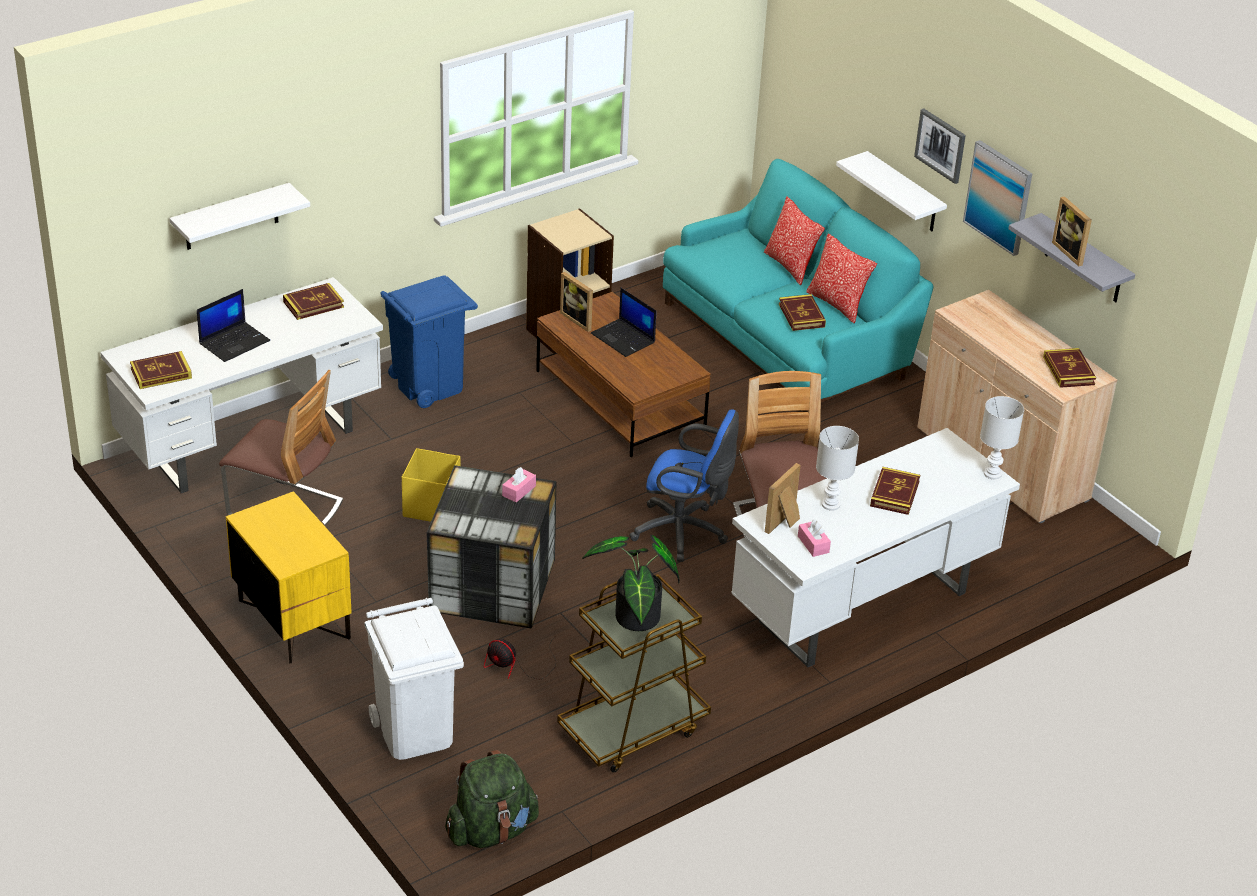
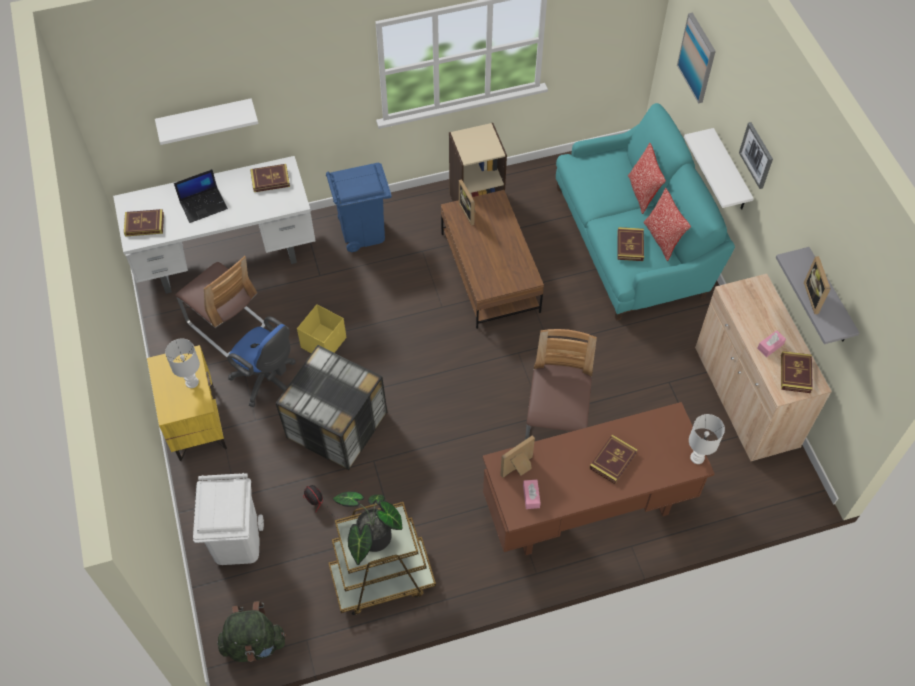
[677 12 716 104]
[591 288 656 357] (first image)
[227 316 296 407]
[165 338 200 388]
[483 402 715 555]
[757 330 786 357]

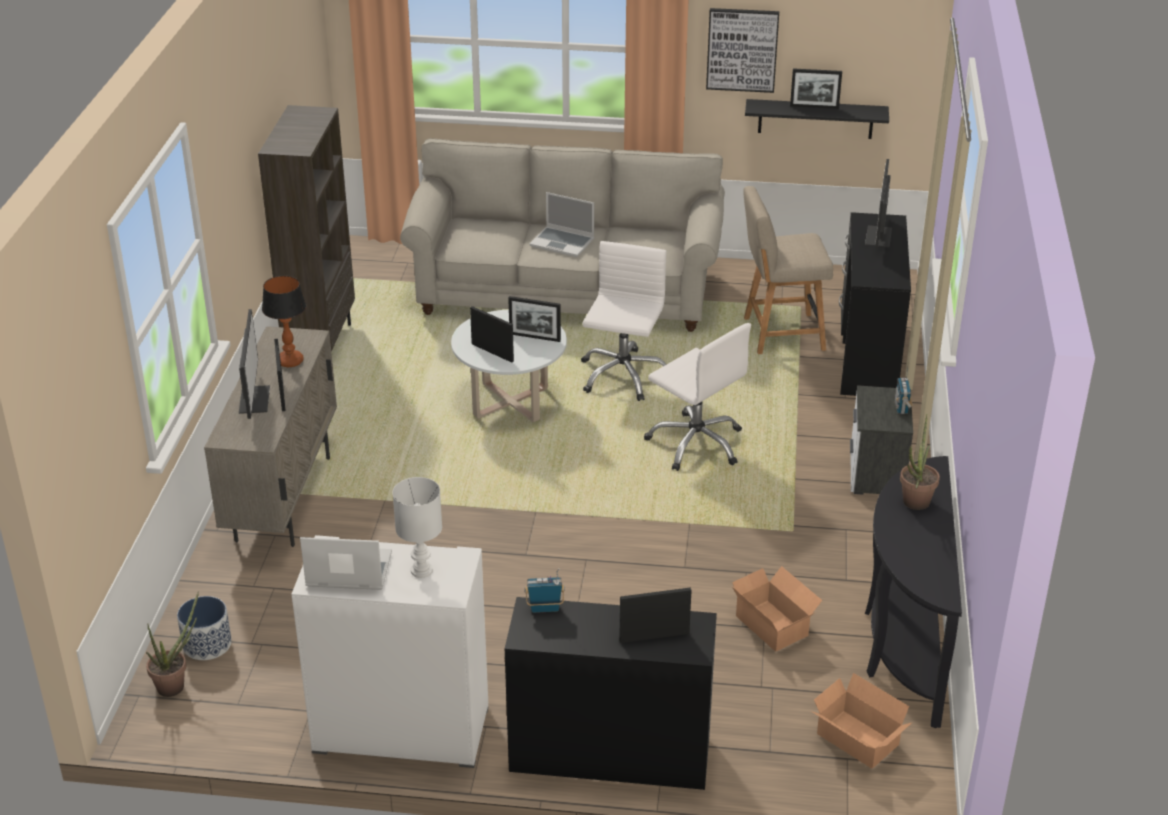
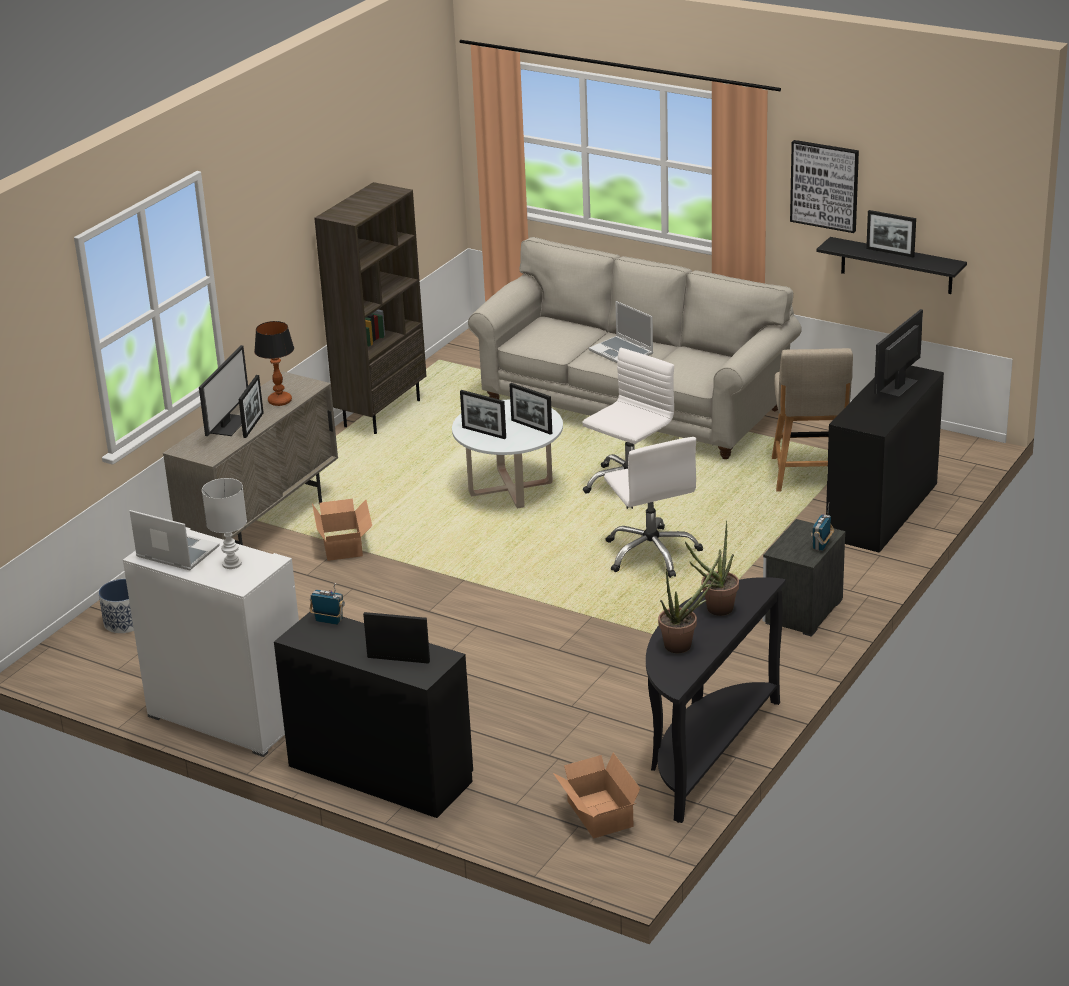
[772 348 853 491]
[460 390 506 439]
[312 499 372 561]
[658 552 722 653]

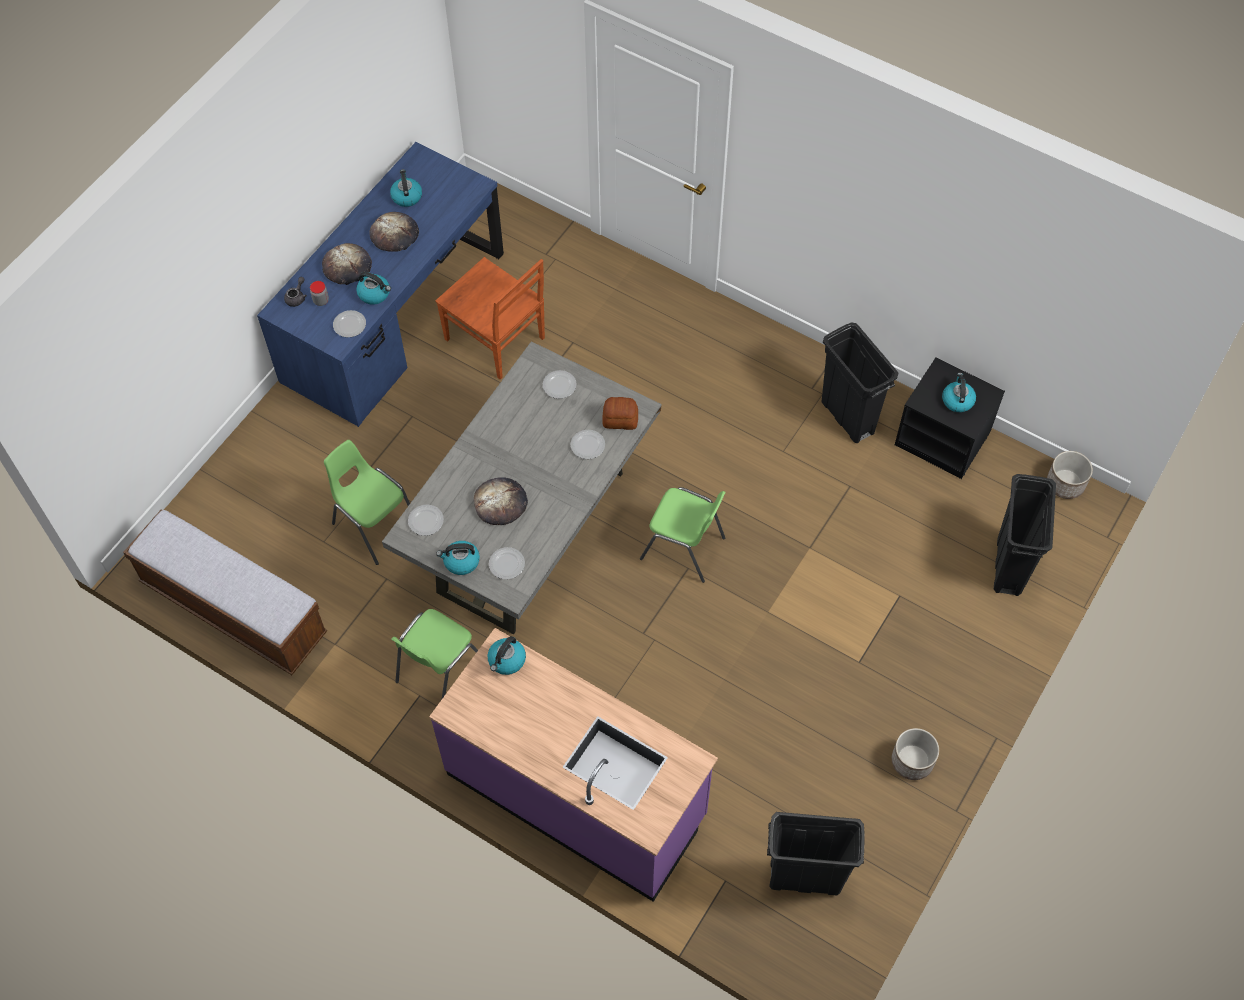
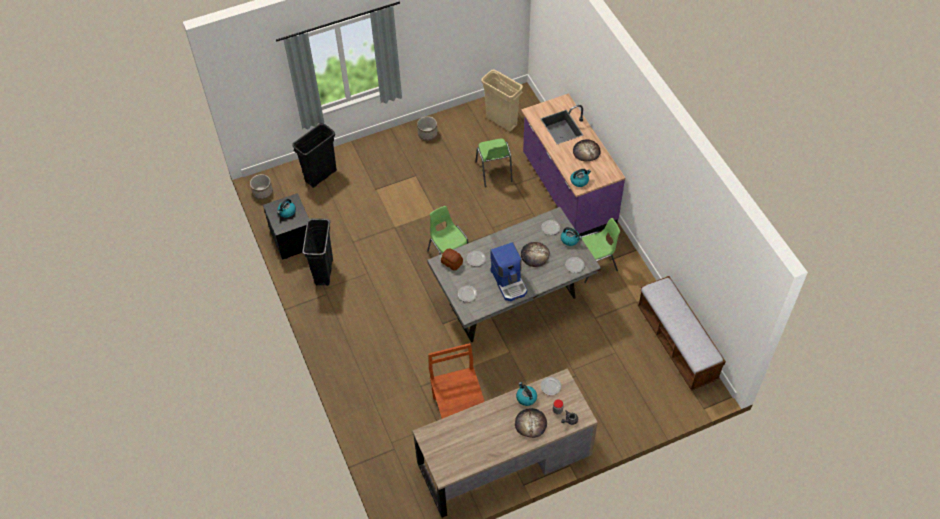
[413 369 598 518]
[390 169 422 207] (first image)
[573 139 601 162]
[476 138 513 187]
[481 69 523 132]
[490 242 527 301]

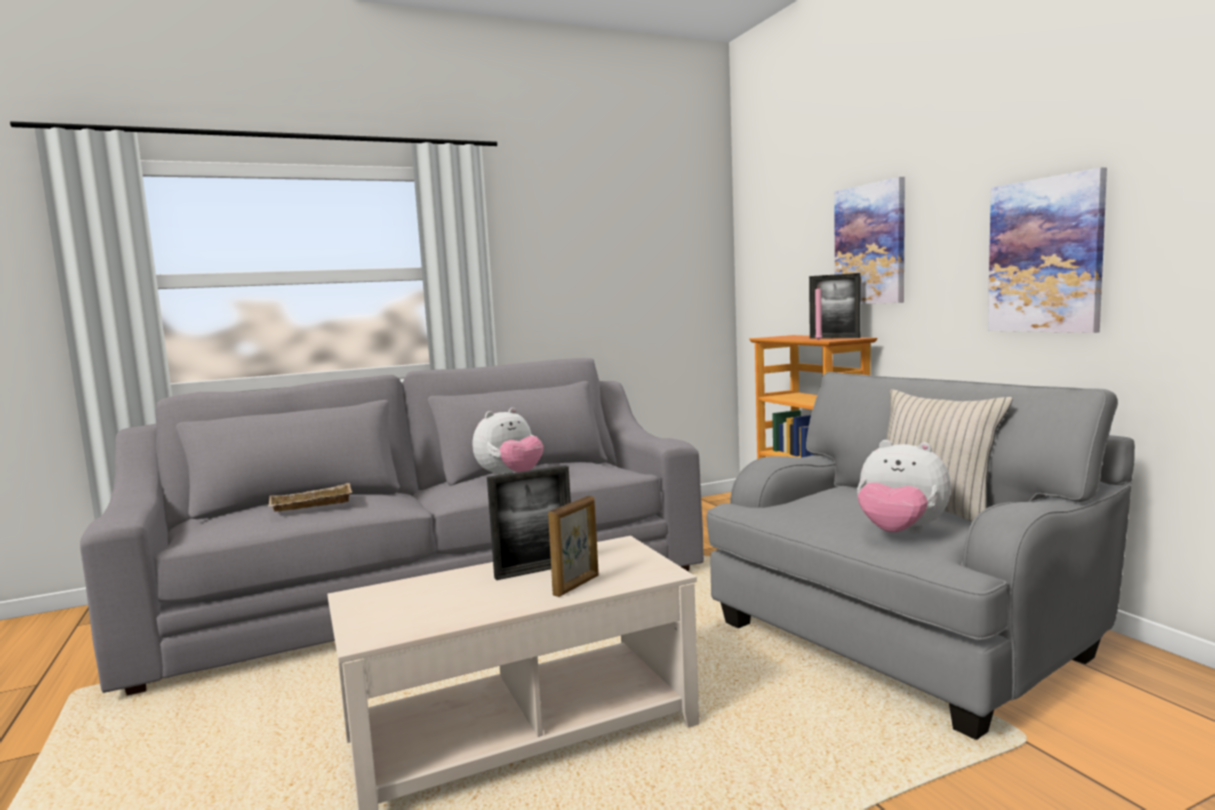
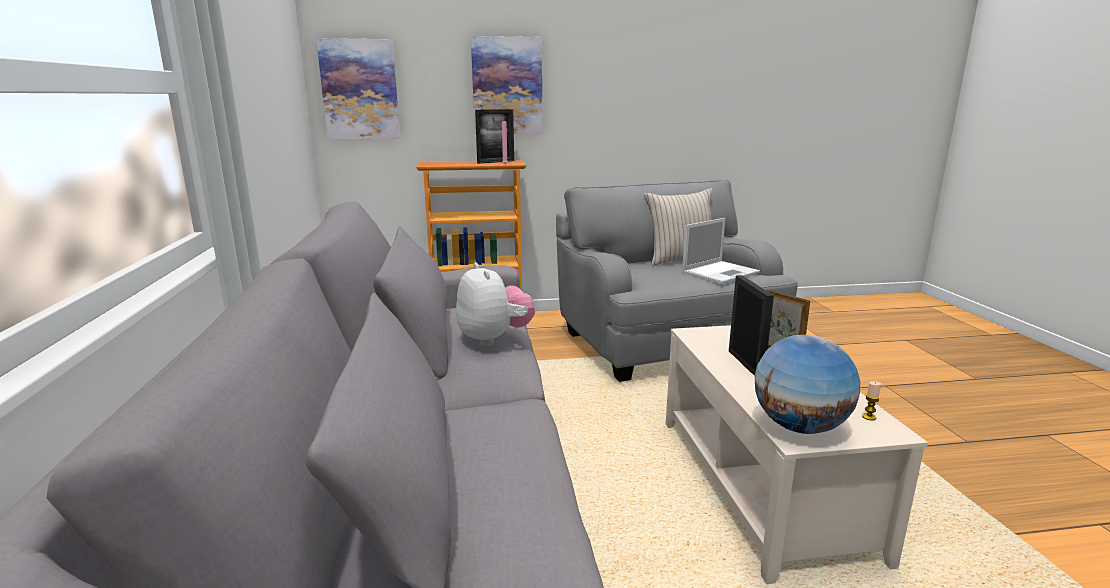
[316 38 400 139]
[682 218 760 284]
[268 483 352 512] (first image)
[755 335 860 434]
[862 381 881 421]

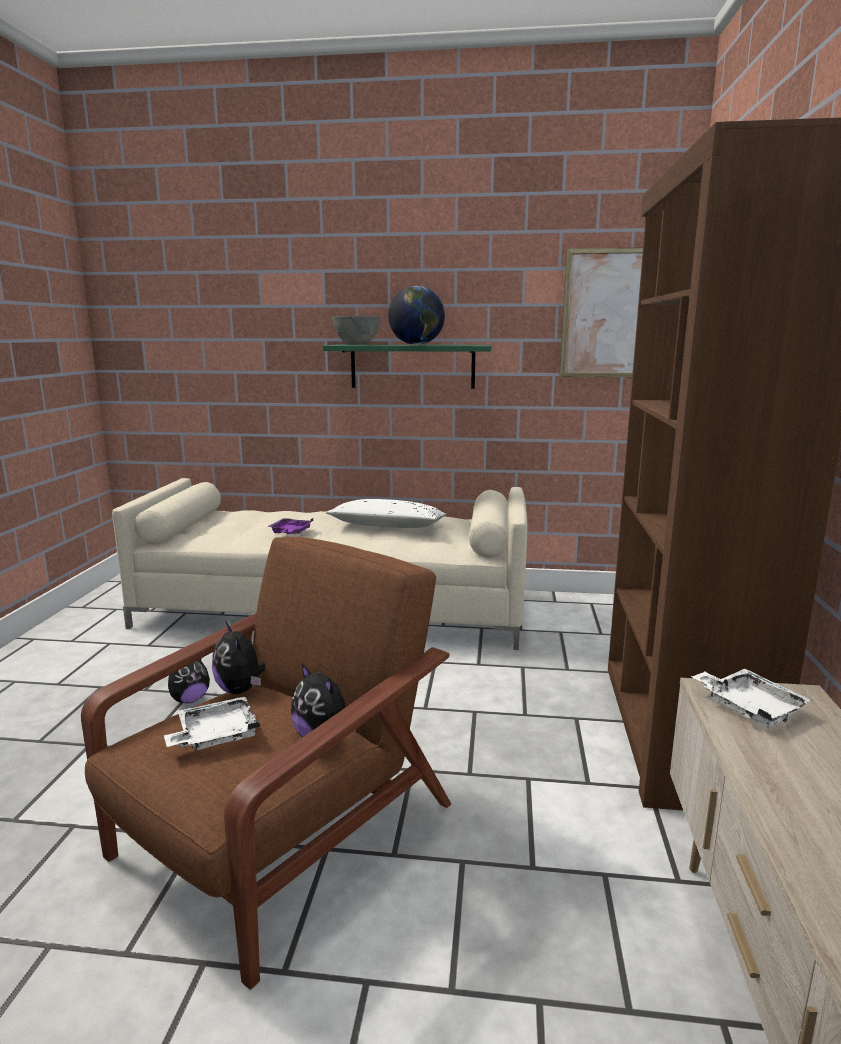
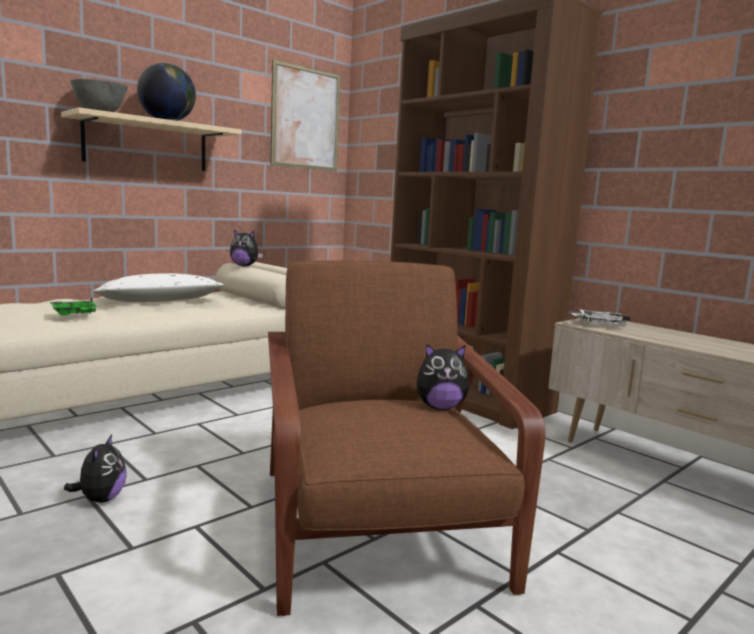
[61 108 242 171]
[50 297 97 315]
[230 230 263 266]
[164 697 260 750] (first image)

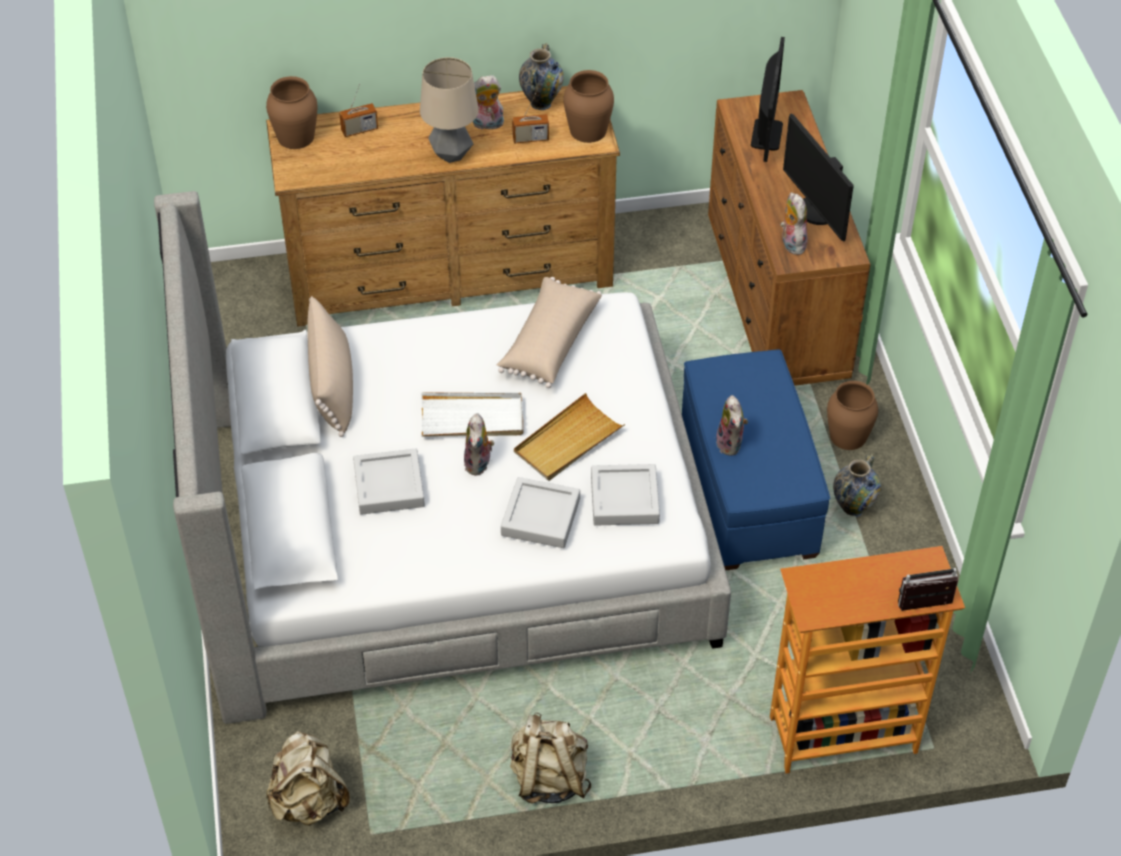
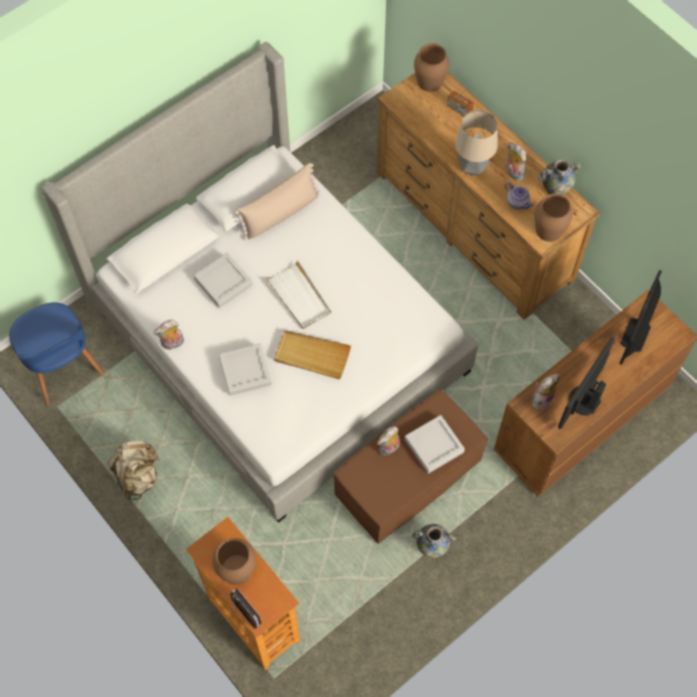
[619 270 662 365]
[505 182 533 209]
[497 277 602 388] (first image)
[334 389 488 544]
[212 538 256 585]
[154 320 184 350]
[405 415 465 474]
[9 302 104 406]

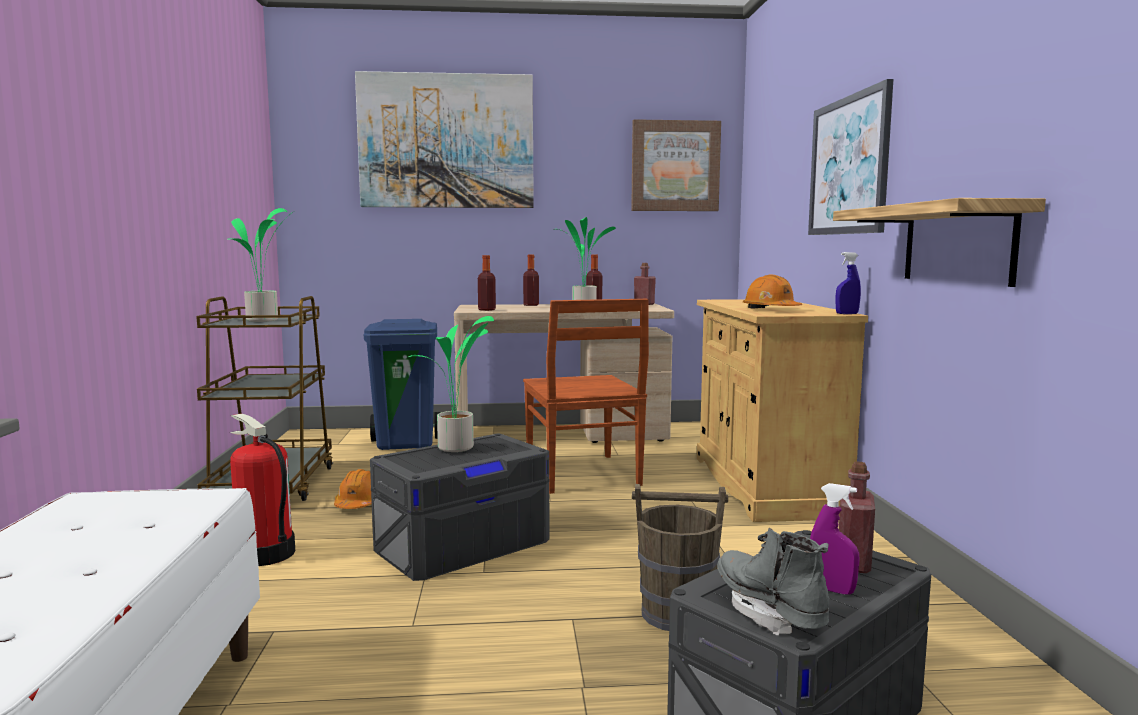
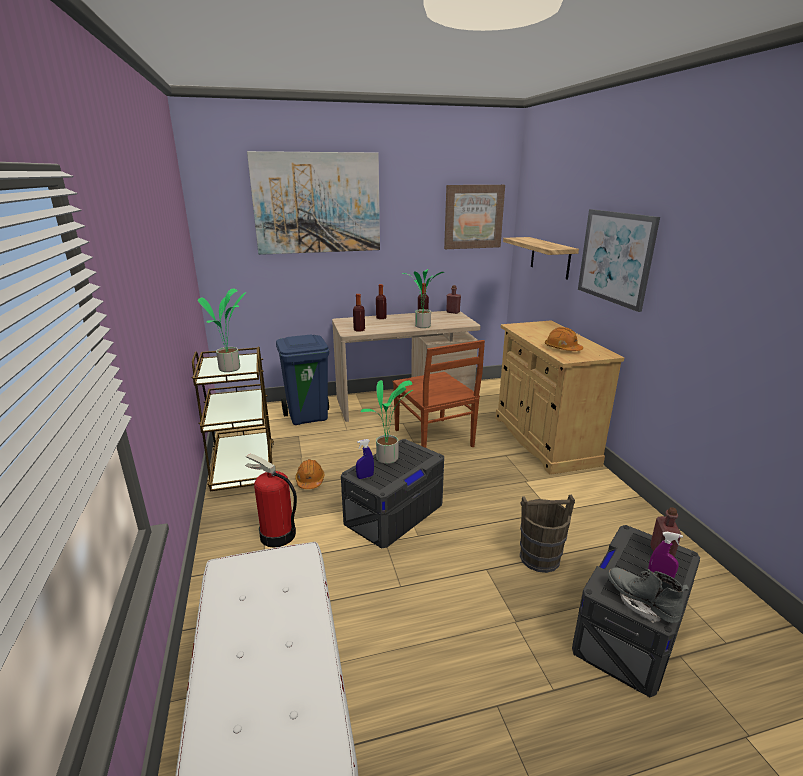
[503 237 579 279]
[356 439 374 479]

